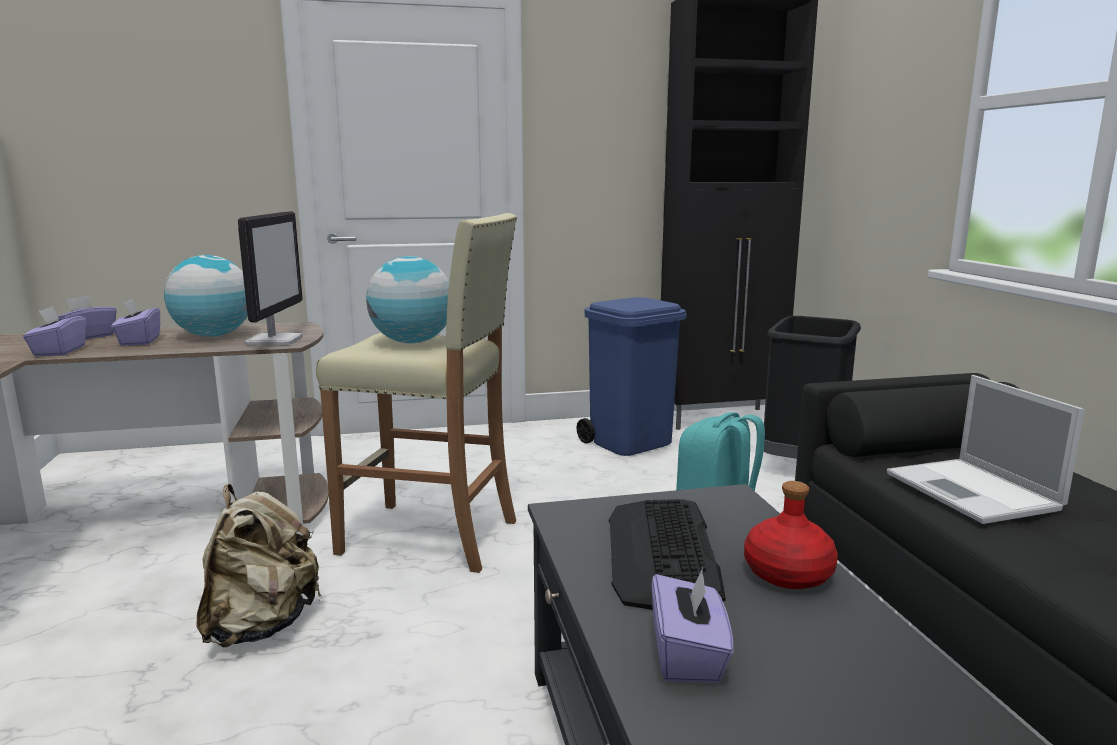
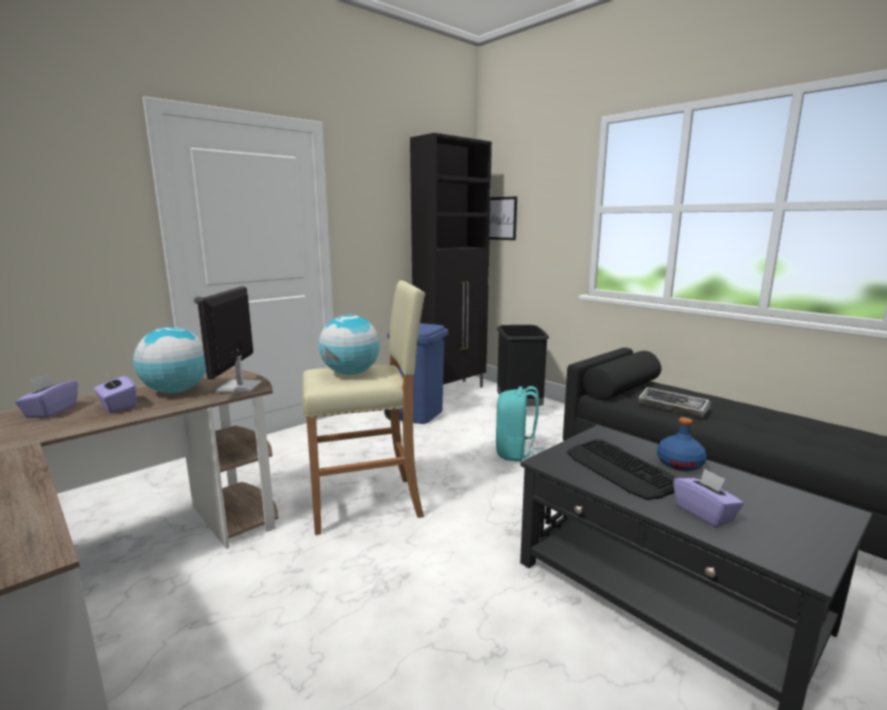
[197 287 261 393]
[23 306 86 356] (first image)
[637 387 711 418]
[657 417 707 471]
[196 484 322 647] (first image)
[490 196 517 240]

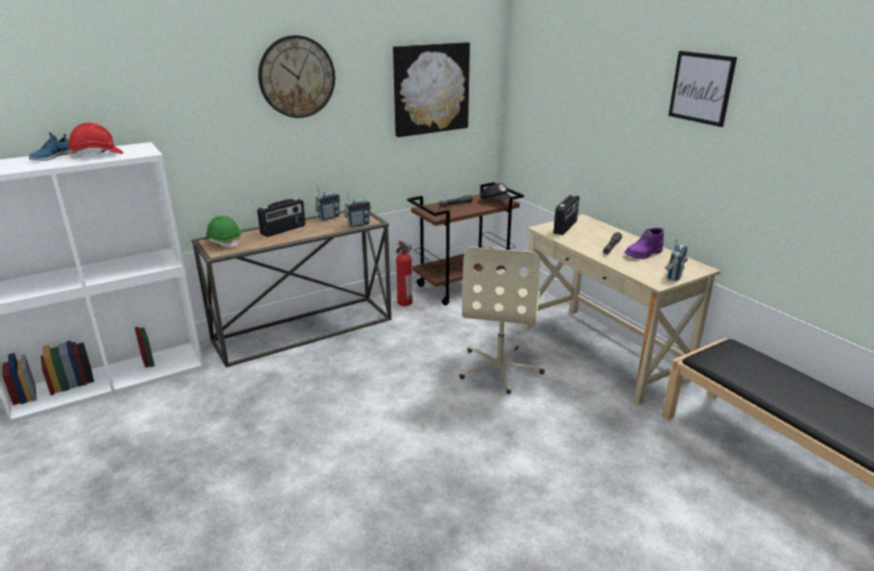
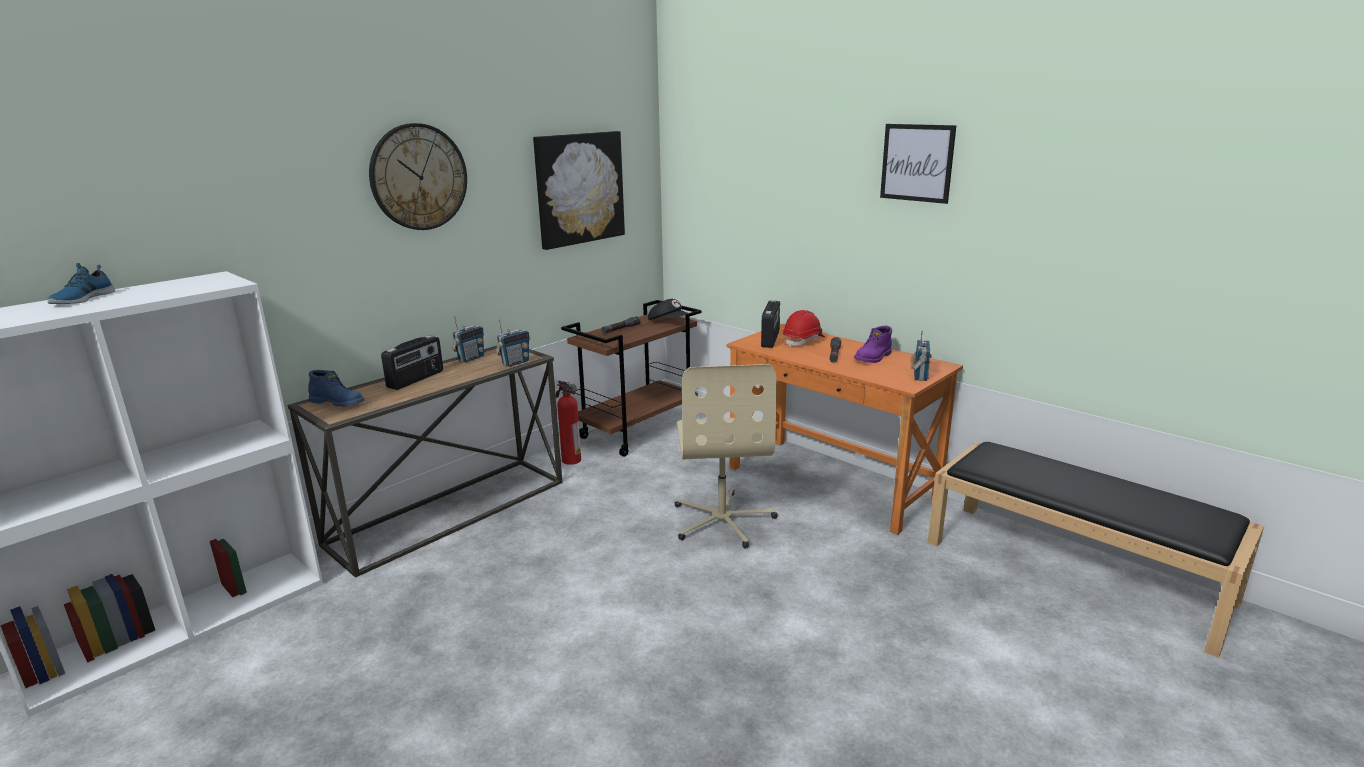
[783 310 825 347]
[726 324 963 535]
[308 370 364 407]

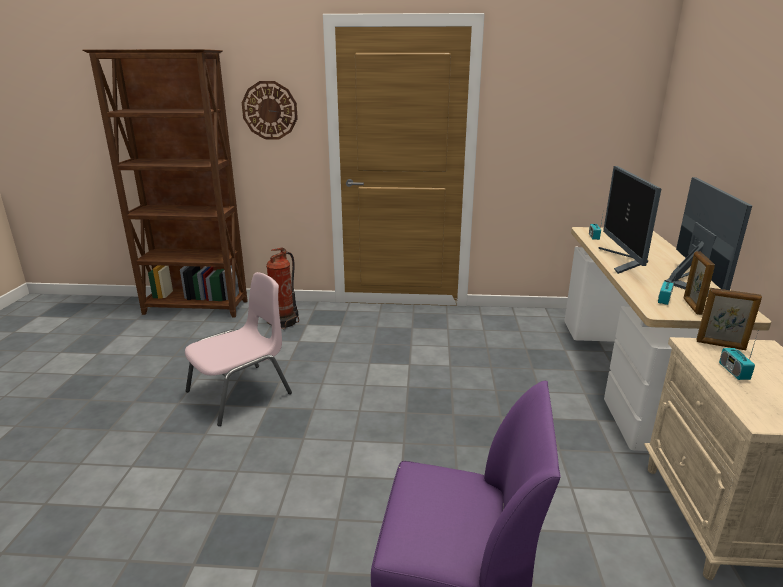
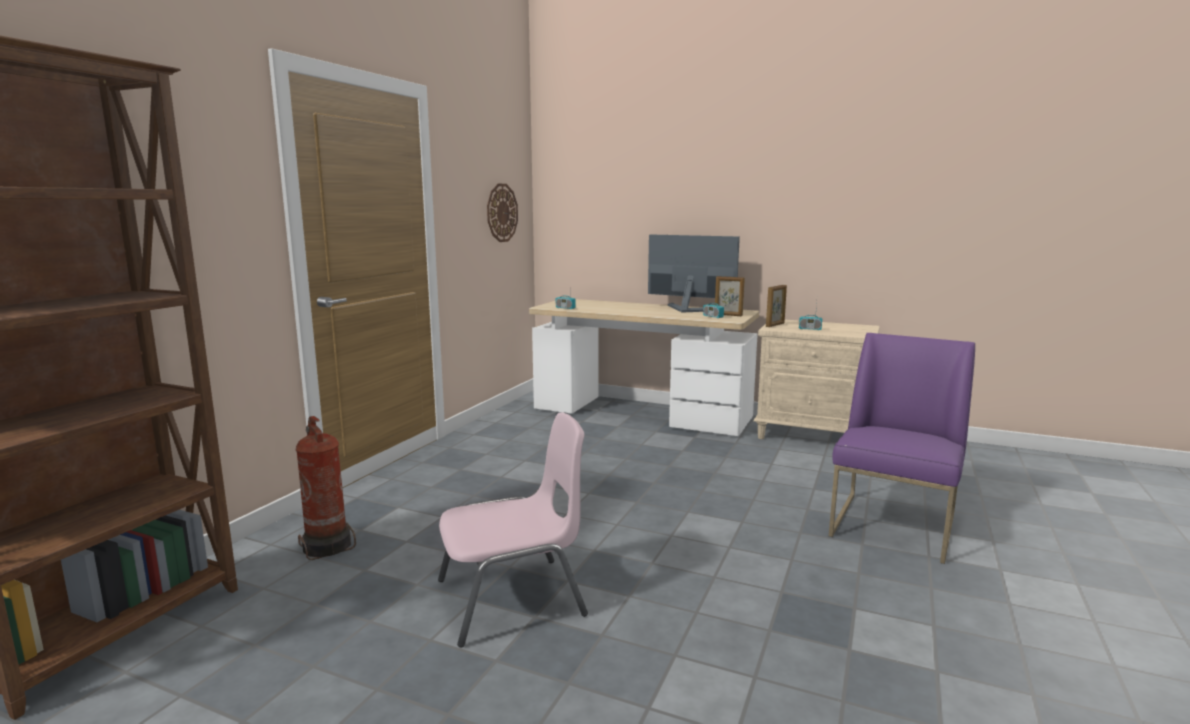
[487 184 518 242]
[598 166 661 274] (first image)
[438 412 588 648]

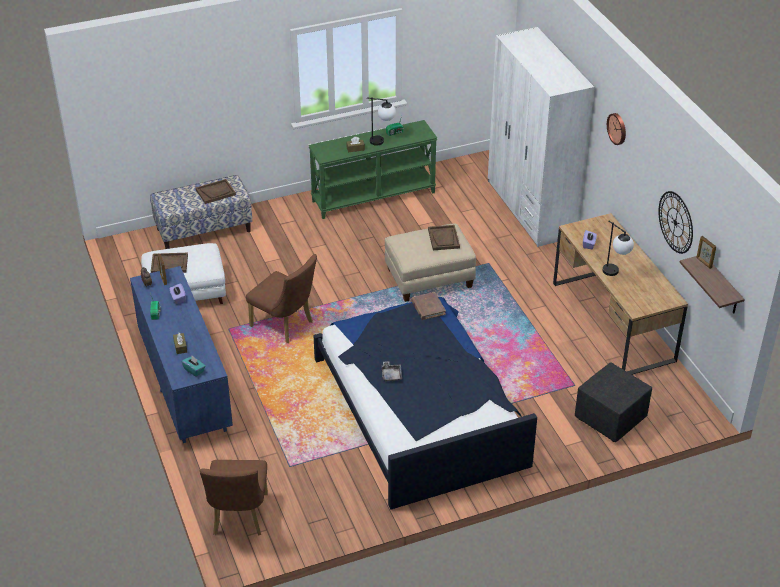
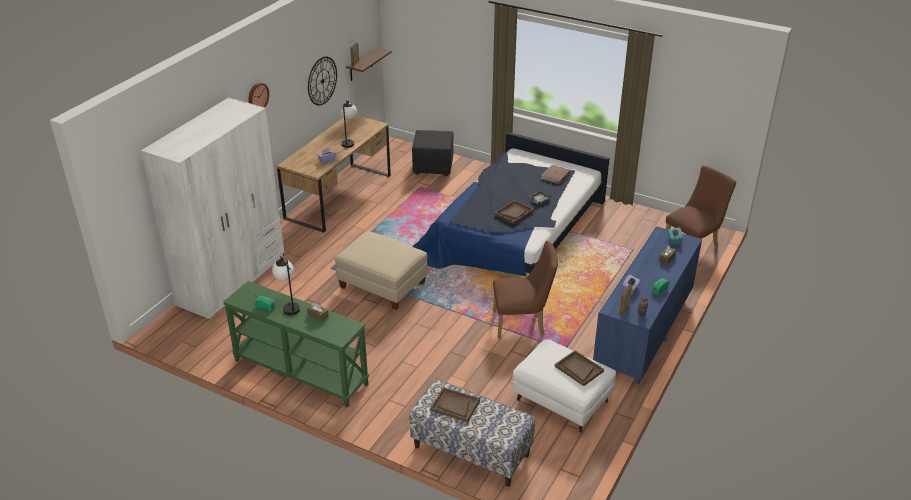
[495 200 534 224]
[493 241 558 339]
[541 165 570 184]

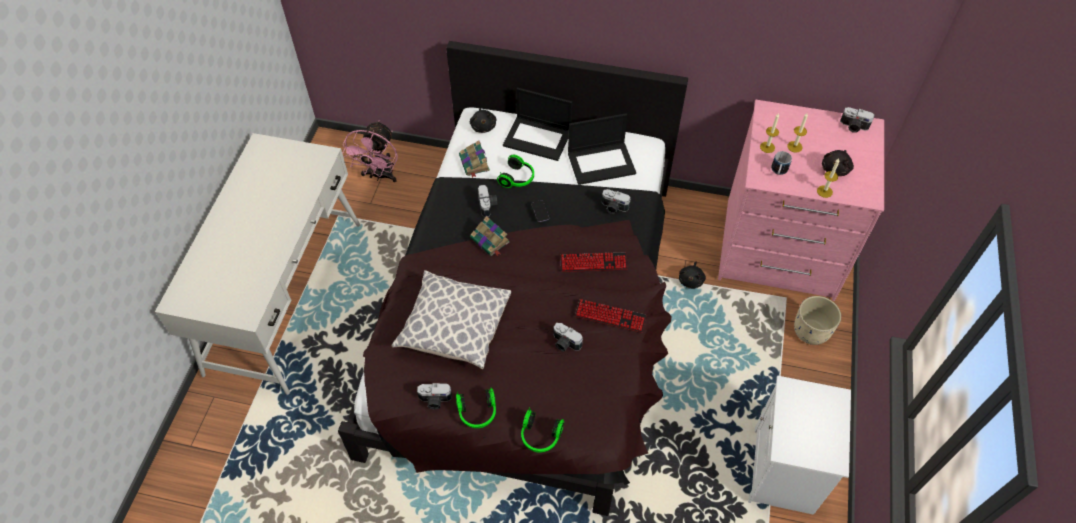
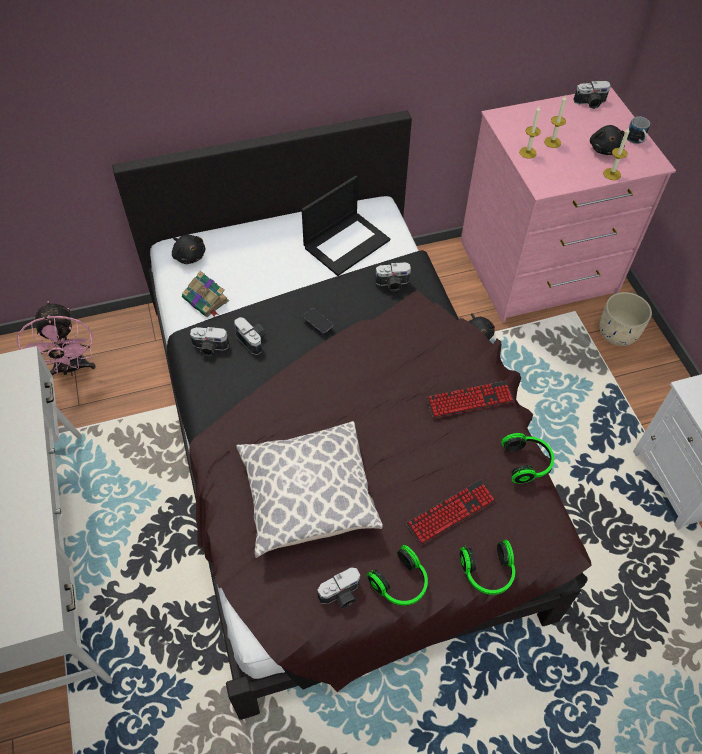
[503 88 572 161] (first image)
[627 116 650 144]
[501 433 554 484]
[470 216 509 256] (first image)
[406 480 496 546]
[190 327 229 357]

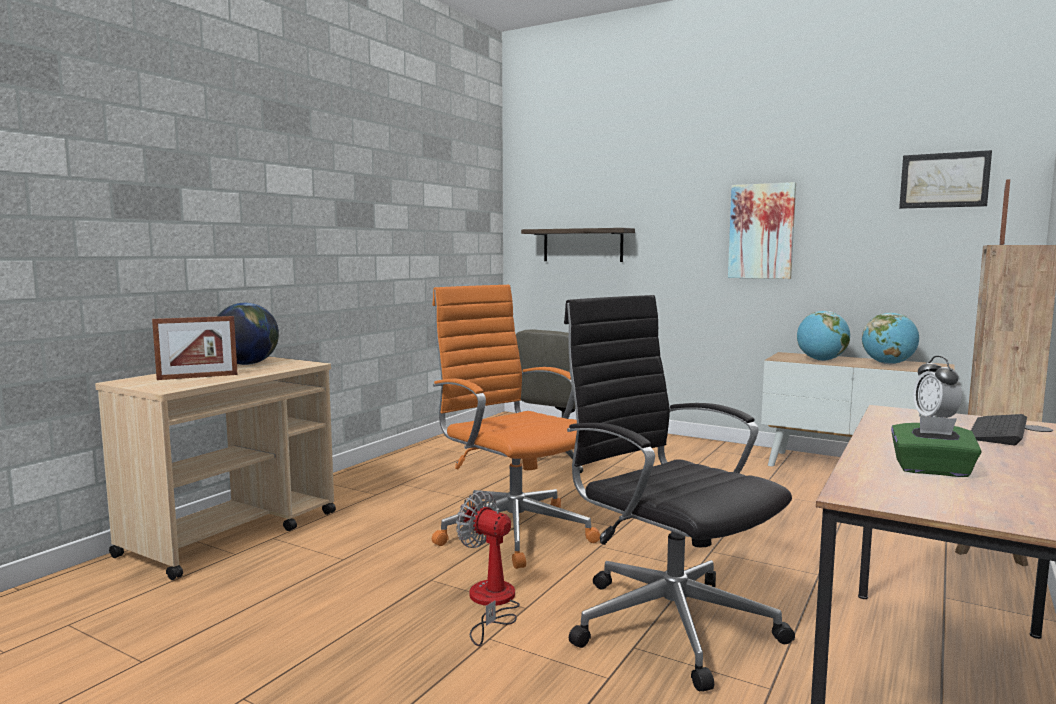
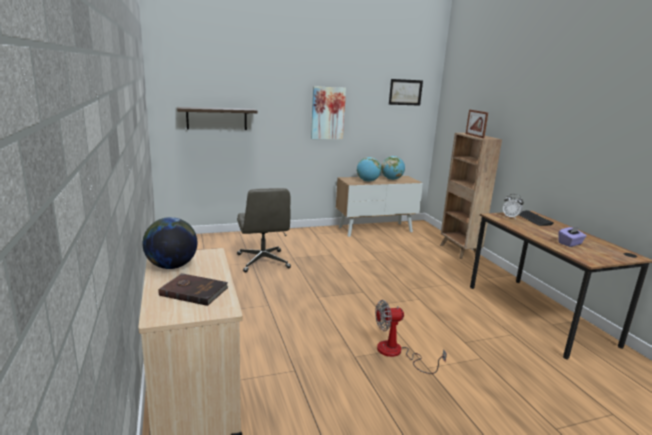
[432 285 600 569] (first image)
[564 295 795 691] (first image)
[158 273 229 306]
[558 226 587 247]

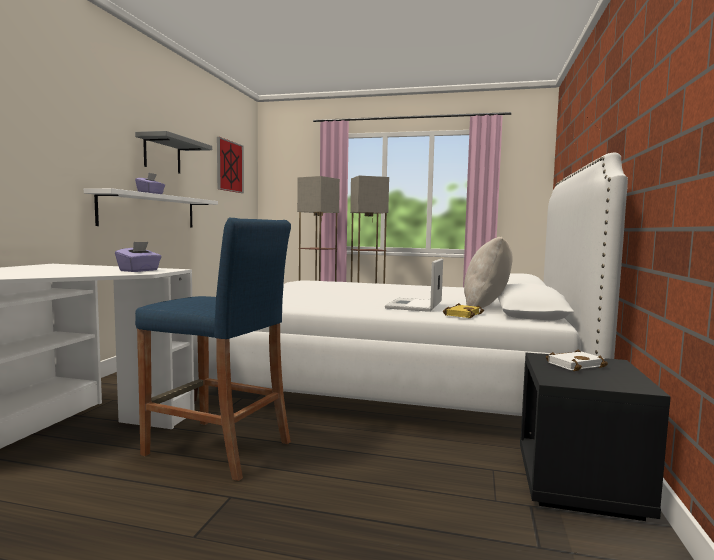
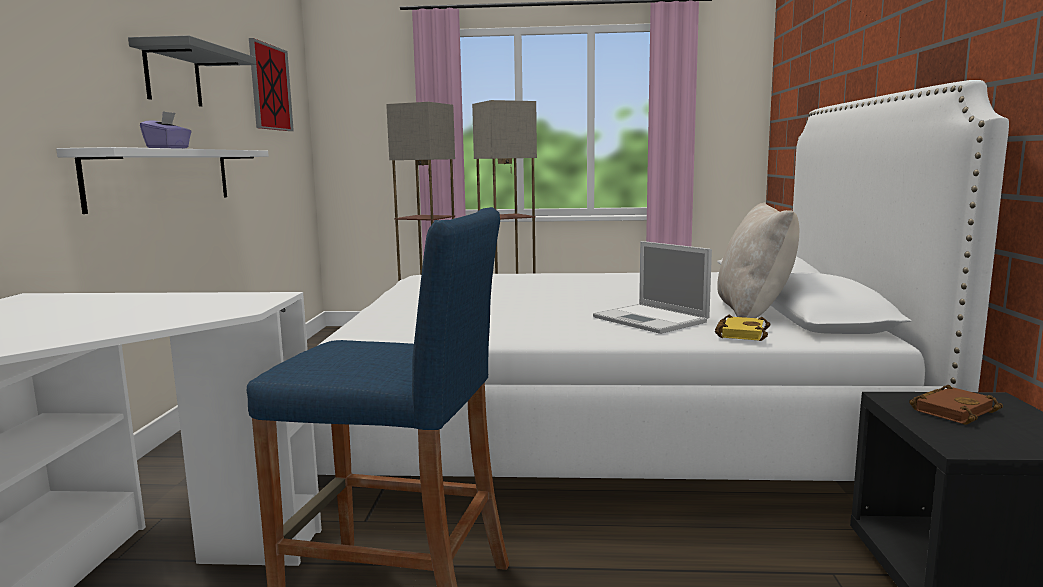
[115 242 162 272] (first image)
[593 241 712 334]
[909 385 1003 424]

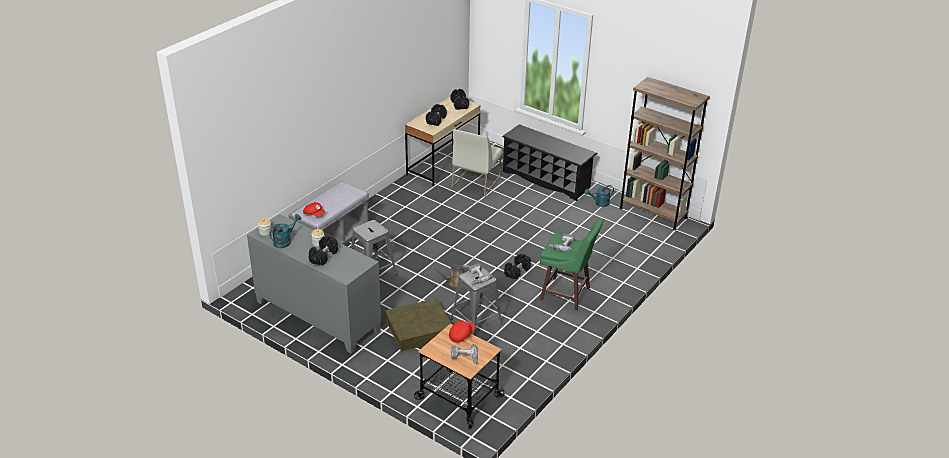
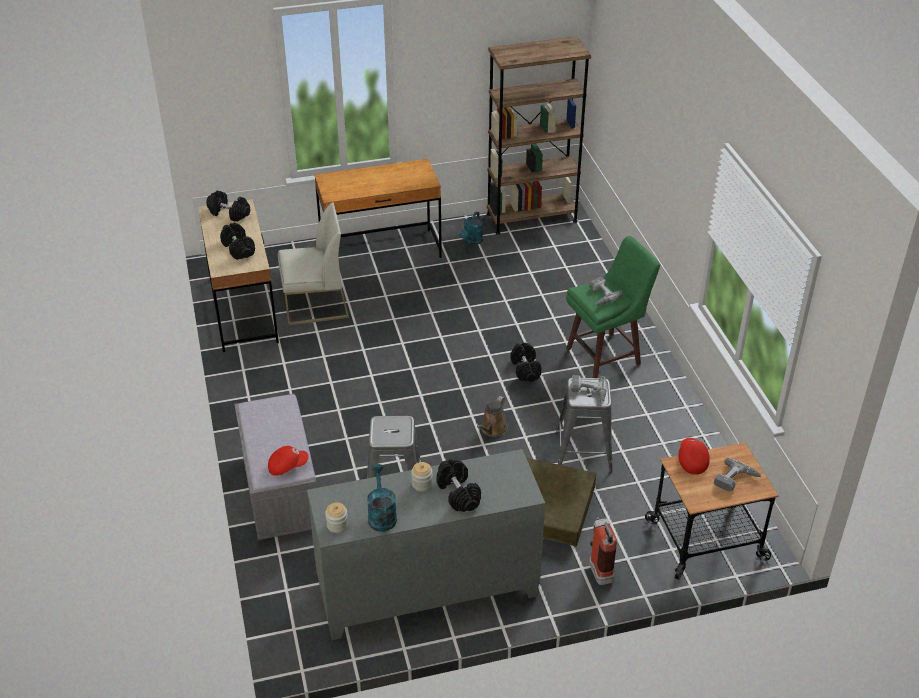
[314 159 442 258]
[278 202 349 326]
[589 517 617 585]

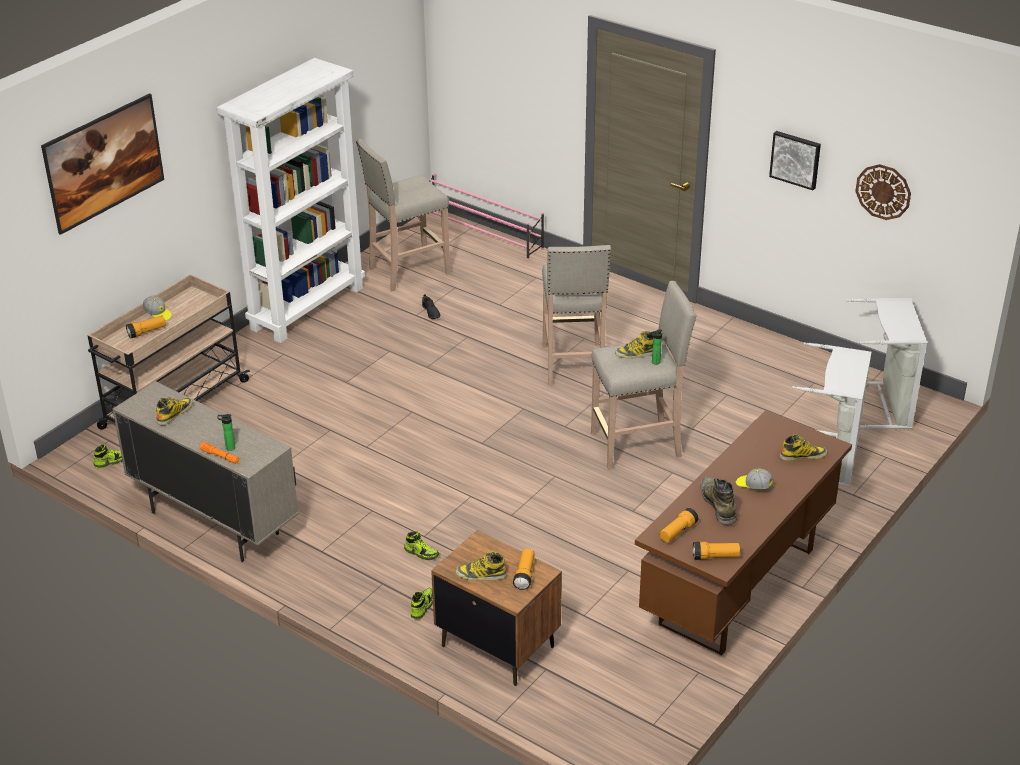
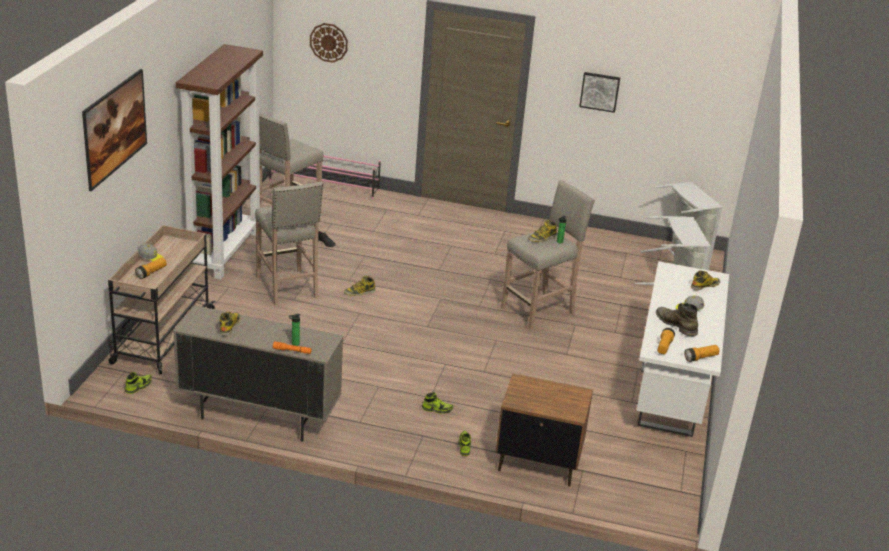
[176 44 263 280]
[310 23 348 63]
[255 182 323 306]
[636 261 729 437]
[513 549 535 590] (first image)
[344 276 375 296]

